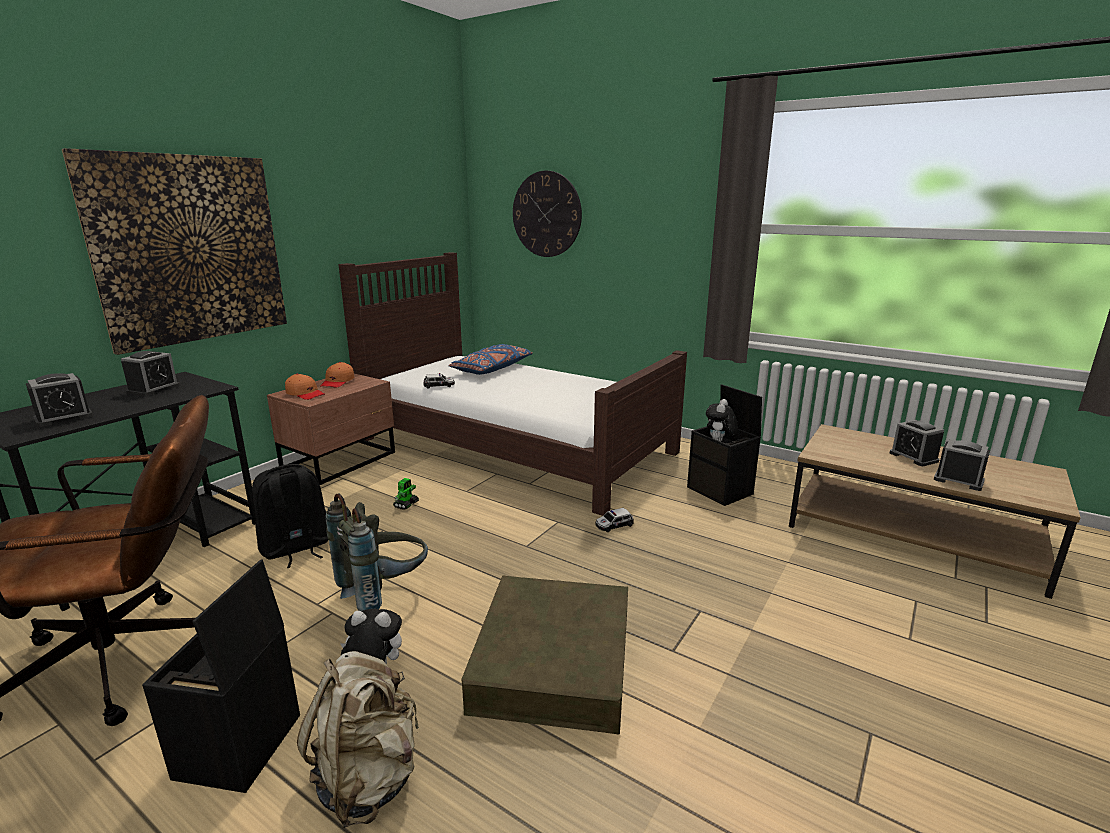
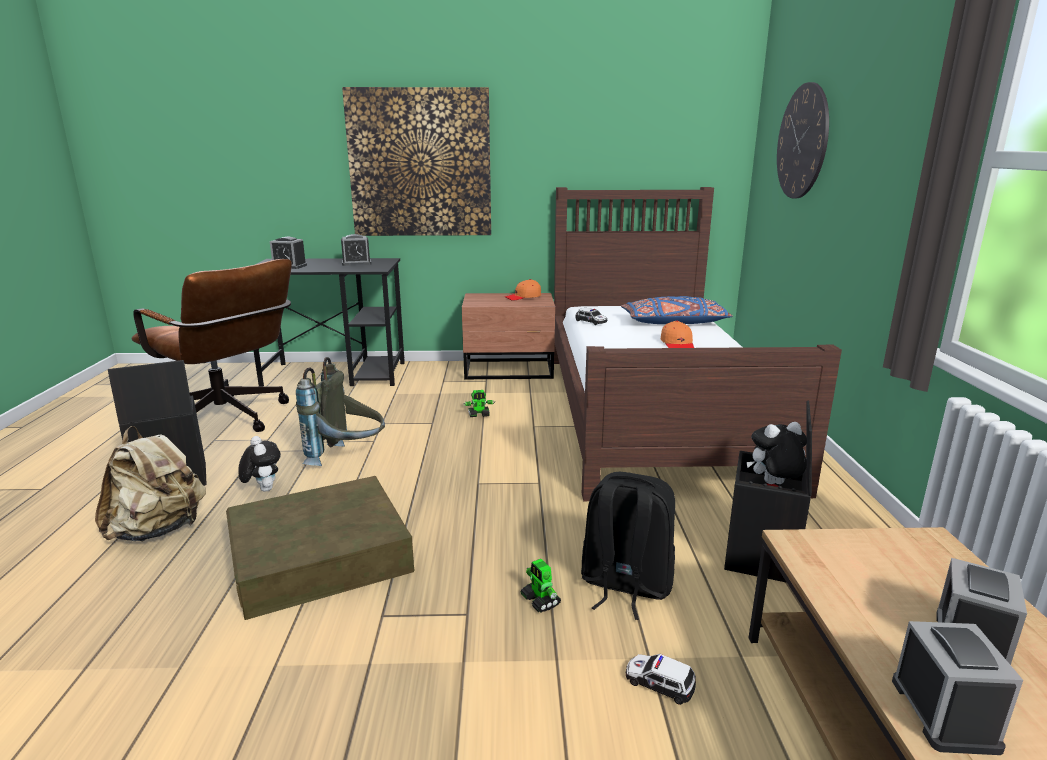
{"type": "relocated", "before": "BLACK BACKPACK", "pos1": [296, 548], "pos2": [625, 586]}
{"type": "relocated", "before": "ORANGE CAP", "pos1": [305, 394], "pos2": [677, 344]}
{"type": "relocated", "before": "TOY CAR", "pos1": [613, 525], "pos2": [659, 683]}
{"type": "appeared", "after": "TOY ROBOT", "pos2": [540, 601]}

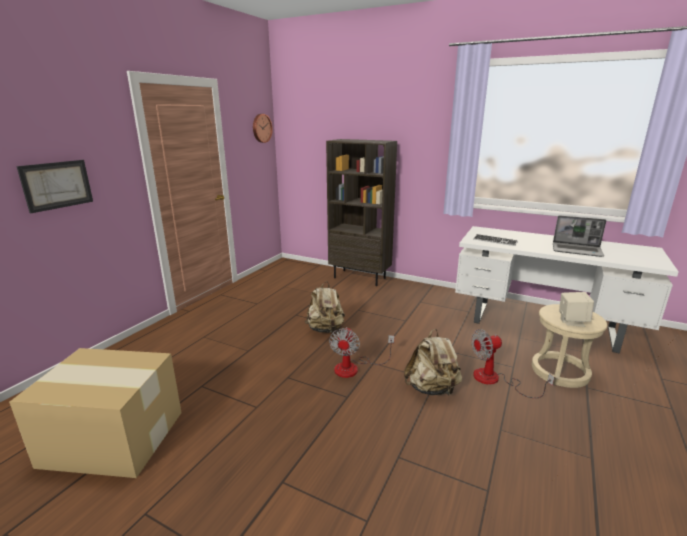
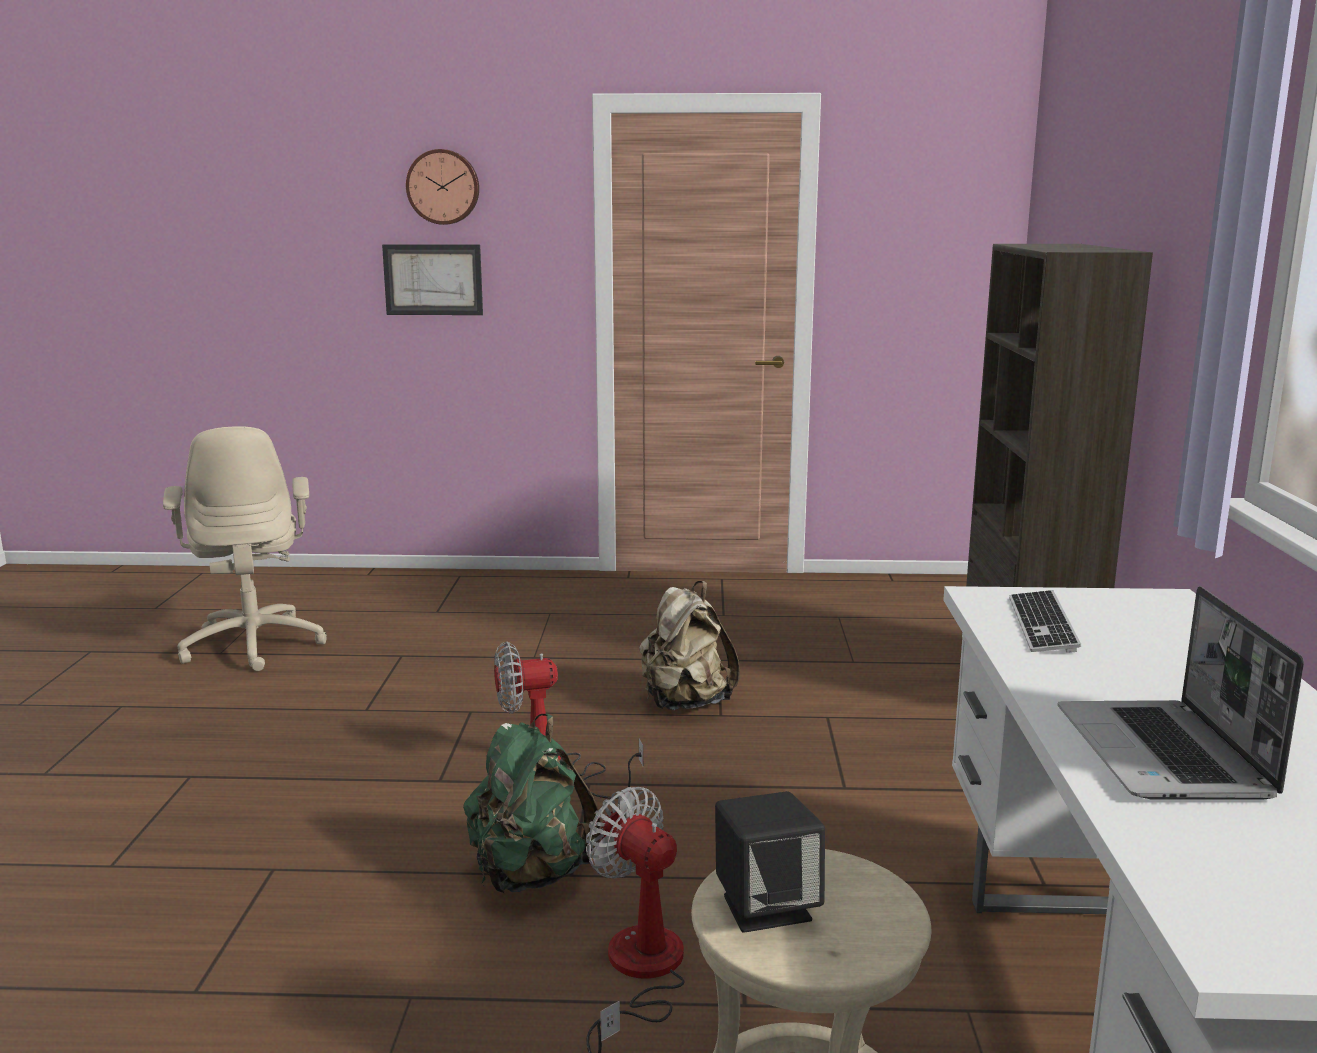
{"type": "exchanged", "before": "CARDBOARD BOX", "after": "BEIGE OFFICE CHAIR", "pos1": [114, 439], "pos2": [254, 644]}
{"type": "relocated", "before": "WALL CLOCK", "pos1": [261, 128], "pos2": [443, 187]}
{"type": "colour", "before": "BEIGE BACKPACK", "after": "GREEN BACKPACK", "pos1": [432, 389], "pos2": [529, 875]}
{"type": "colour", "before": "BEIGE SPEAKER", "after": "BLACK SPEAKER", "pos1": [572, 321], "pos2": [766, 907]}

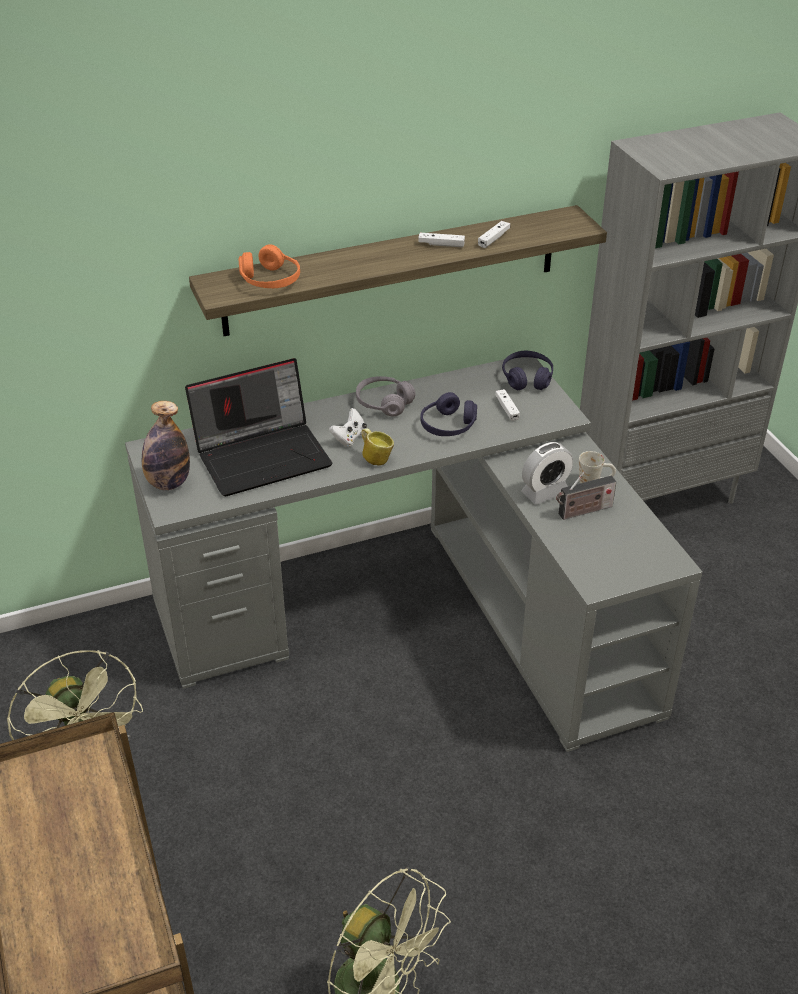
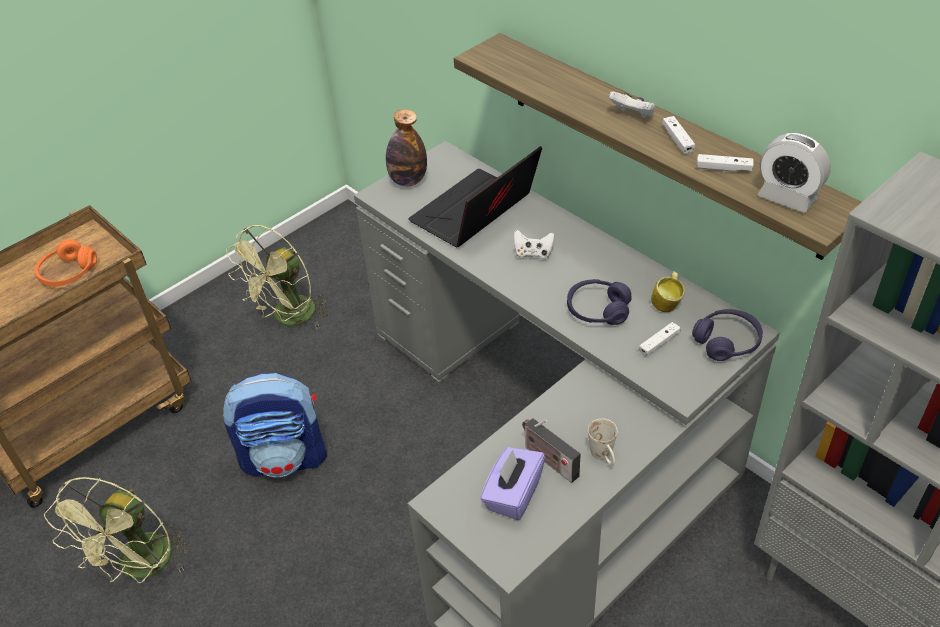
{"type": "spun", "before": "LAPTOP", "pos1": [263, 455], "pos2": [475, 214], "turn": 90}
{"type": "relocated", "before": "ORANGE HEADPHONES", "pos1": [270, 280], "pos2": [68, 273]}
{"type": "missing", "before": "GREY HEADPHONES", "pos1": [384, 403]}
{"type": "relocated", "before": "MUG", "pos1": [376, 458], "pos2": [667, 304]}
{"type": "relocated", "before": "ALARM CLOCK", "pos1": [545, 492], "pos2": [787, 198]}
{"type": "appeared", "after": "BACKPACK", "pos2": [285, 457]}
{"type": "appeared", "after": "PURPLE TISSUE BOX", "pos2": [513, 494]}
{"type": "appeared", "after": "WHITE GAME CONTROLLER", "pos2": [632, 115]}

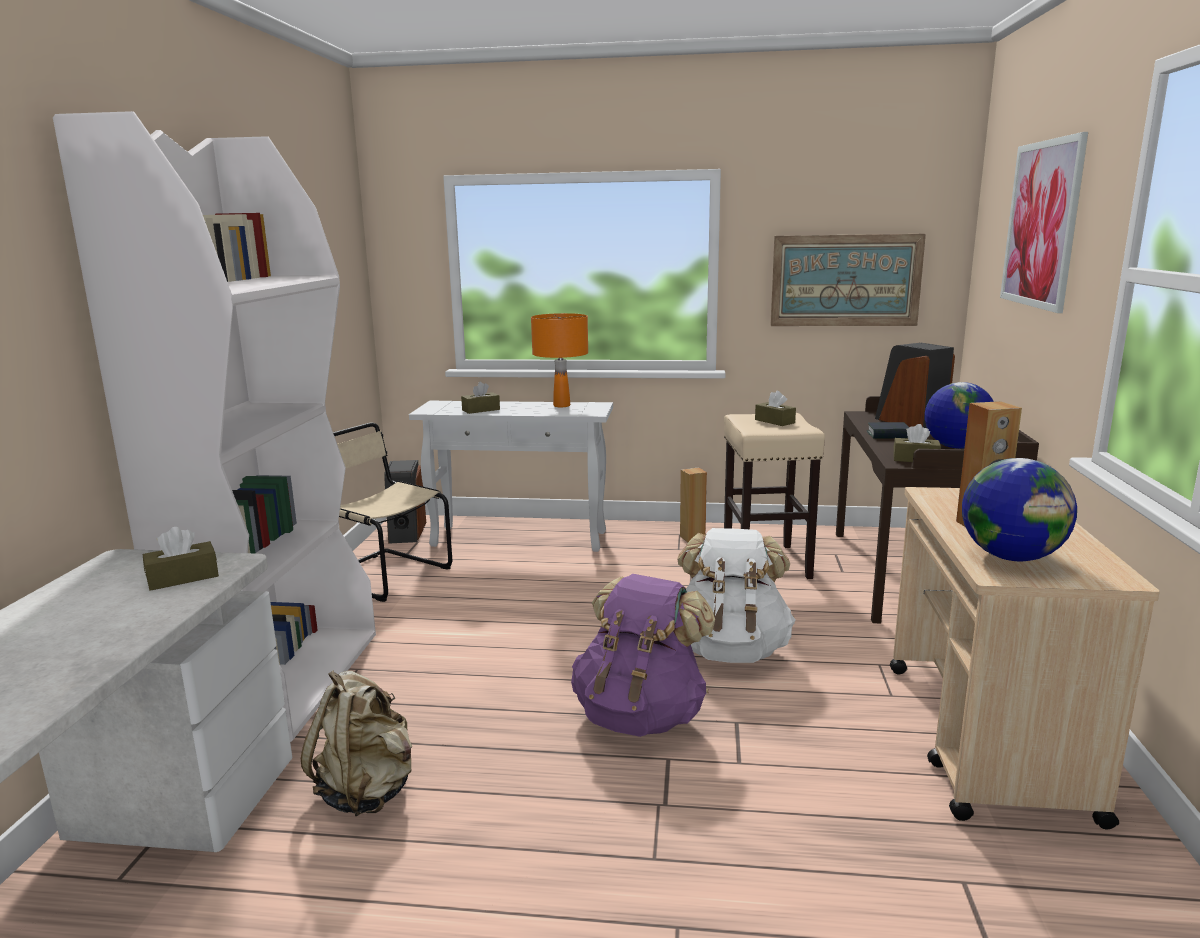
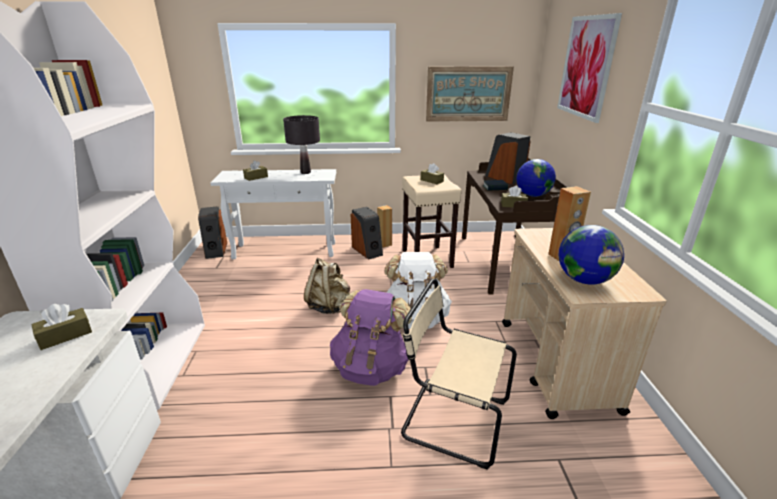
{"type": "relocated", "before": "BEIGE BACKPACK", "pos1": [367, 791], "pos2": [329, 306]}
{"type": "relocated", "before": "BEIGE CHAIR", "pos1": [383, 574], "pos2": [451, 418]}
{"type": "colour", "before": "ORANGE TABLE LAMP", "after": "BLACK TABLE LAMP", "pos1": [562, 405], "pos2": [305, 172]}
{"type": "appeared", "after": "SPEAKER", "pos2": [367, 250]}

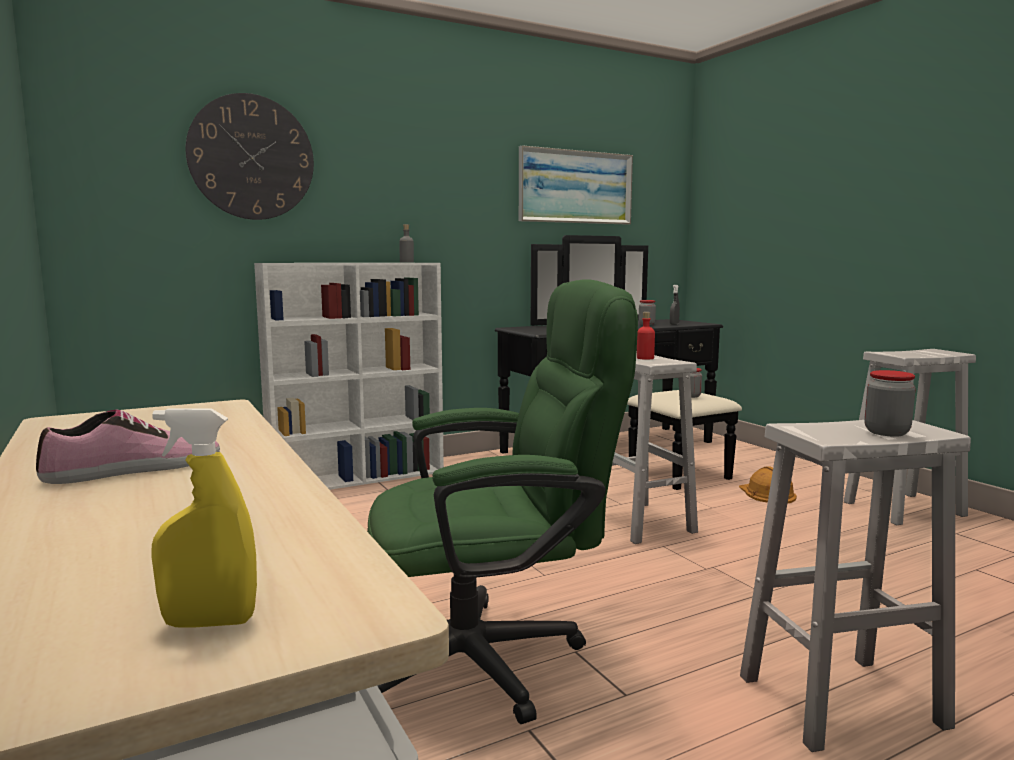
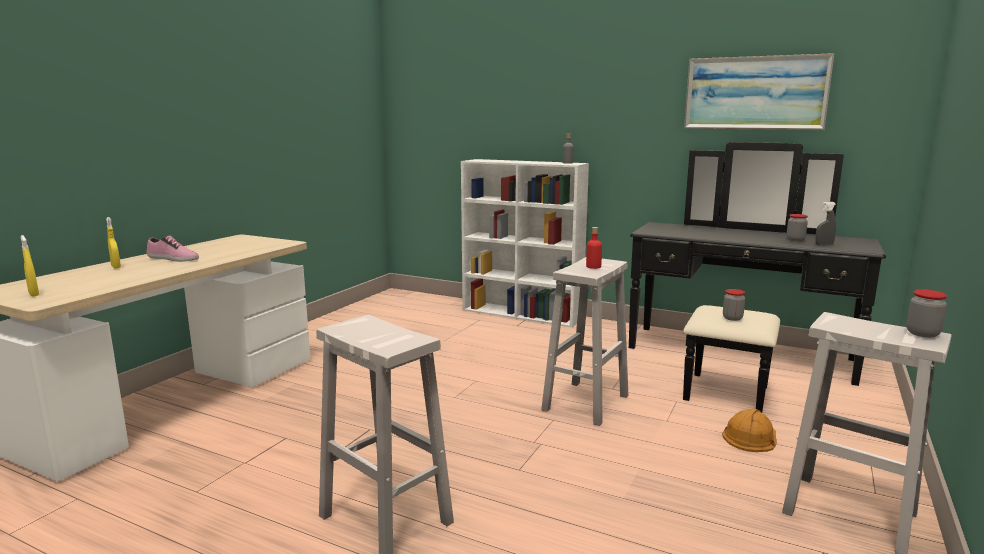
{"type": "missing", "before": "WALL CLOCK", "pos1": [251, 157]}
{"type": "missing", "before": "GREEN OFFICE CHAIR", "pos1": [491, 658]}
{"type": "relocated", "before": "JAR", "pos1": [886, 432], "pos2": [922, 333]}
{"type": "appeared", "after": "YELLOW SPRAY BOTTLE", "pos2": [116, 267]}

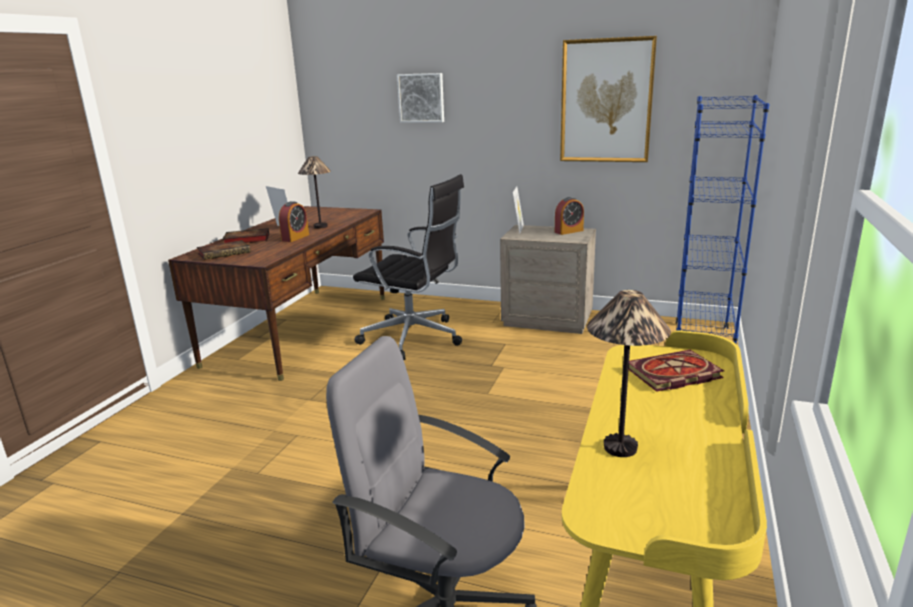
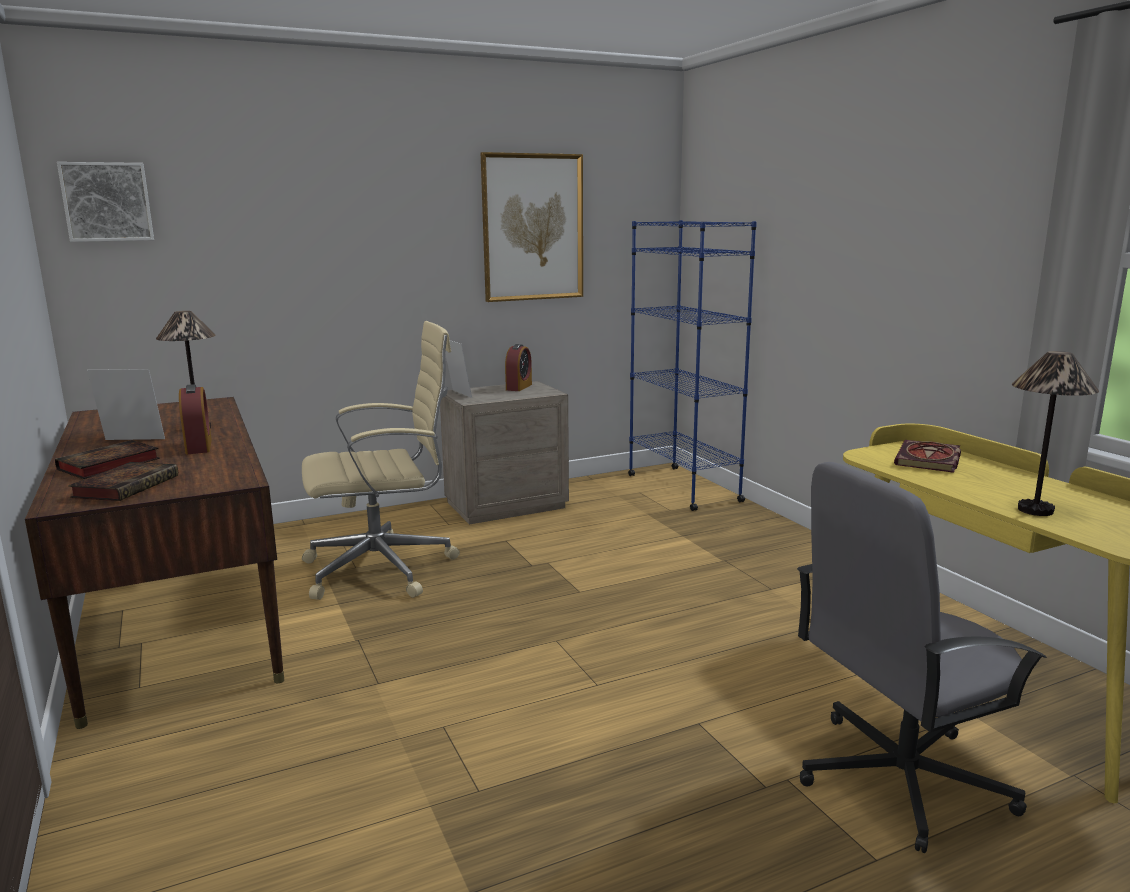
{"type": "colour", "before": "BLACK OFFICE CHAIR", "after": "BEIGE OFFICE CHAIR", "pos1": [414, 338], "pos2": [384, 569]}
{"type": "relocated", "before": "PICTURE", "pos1": [421, 98], "pos2": [107, 202]}

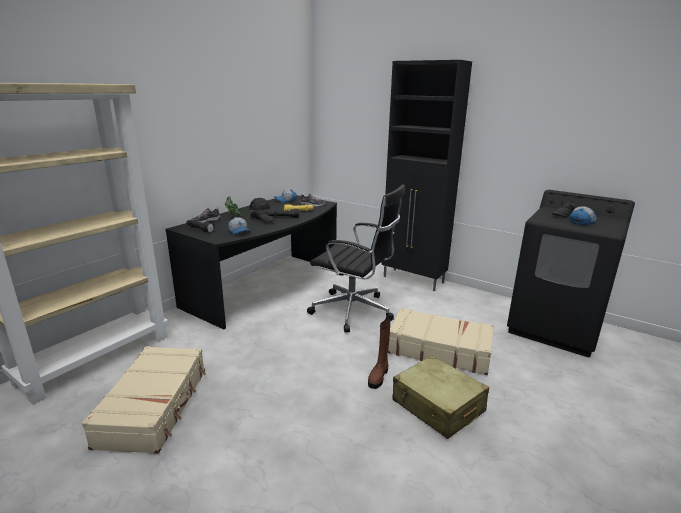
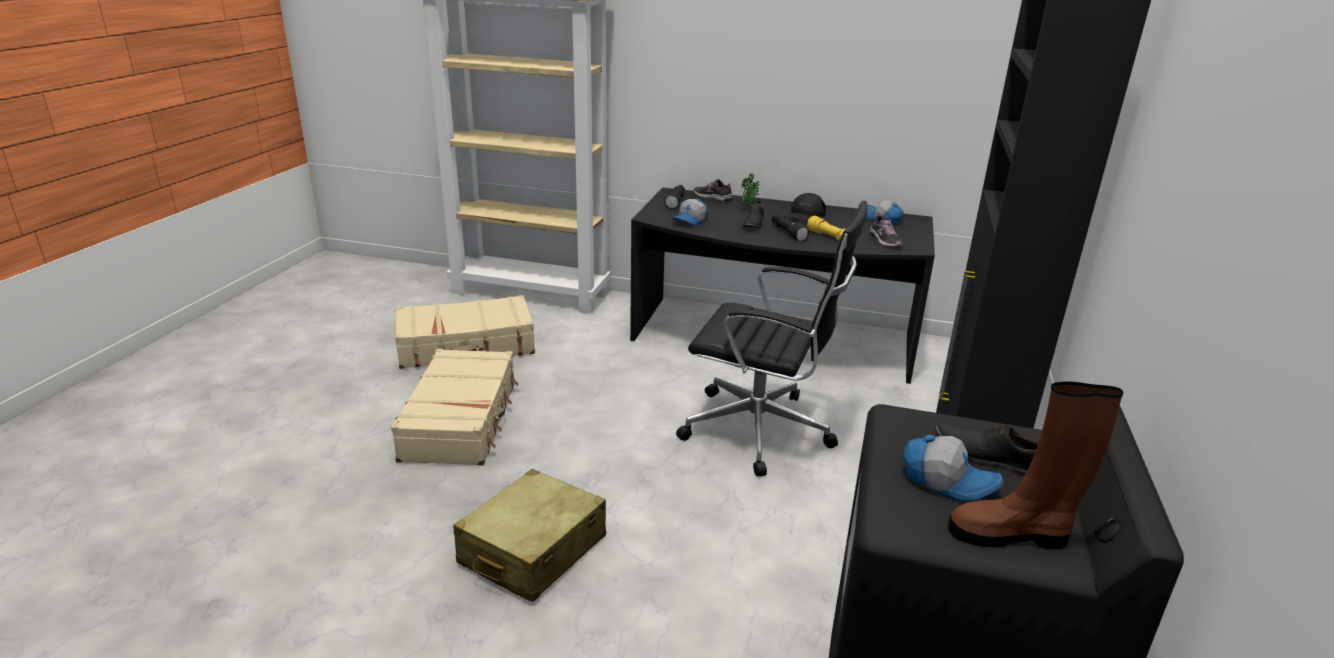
{"type": "spun", "before": "BLACK OFFICE CHAIR", "pos1": [354, 311], "pos2": [761, 431], "turn": -75}
{"type": "relocated", "before": "BROWN BOOT", "pos1": [378, 376], "pos2": [1011, 535]}
{"type": "relocated", "before": "BEIGE SUITCASE", "pos1": [439, 349], "pos2": [462, 420]}

